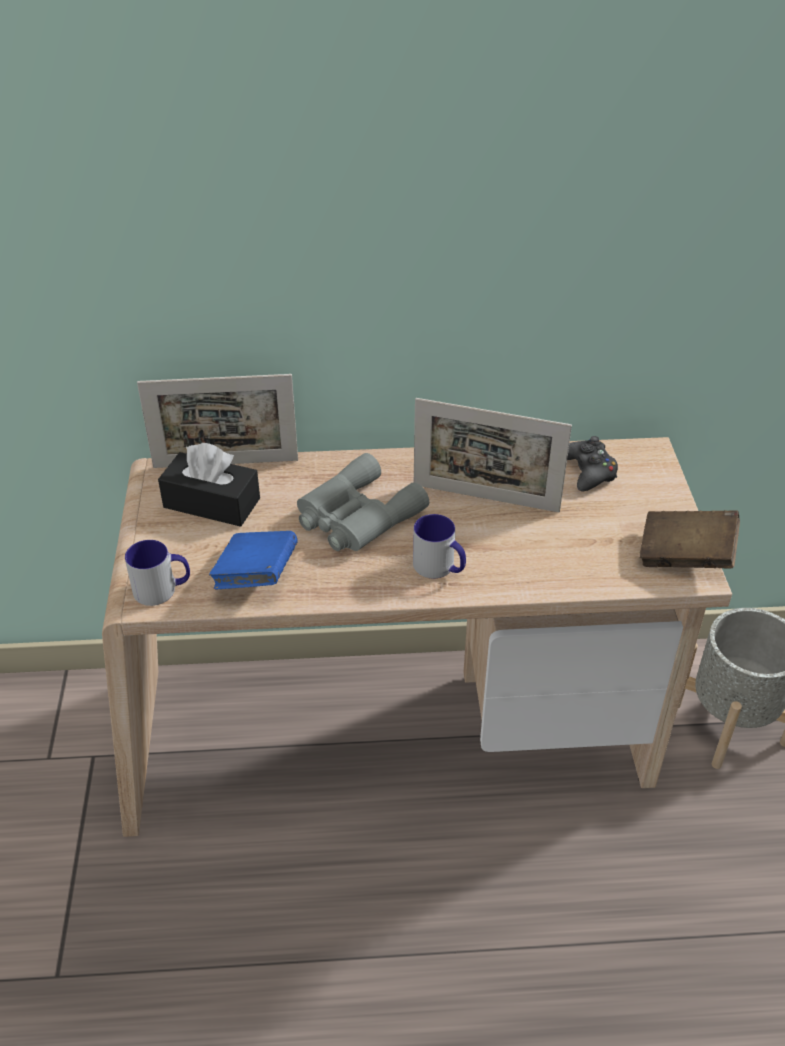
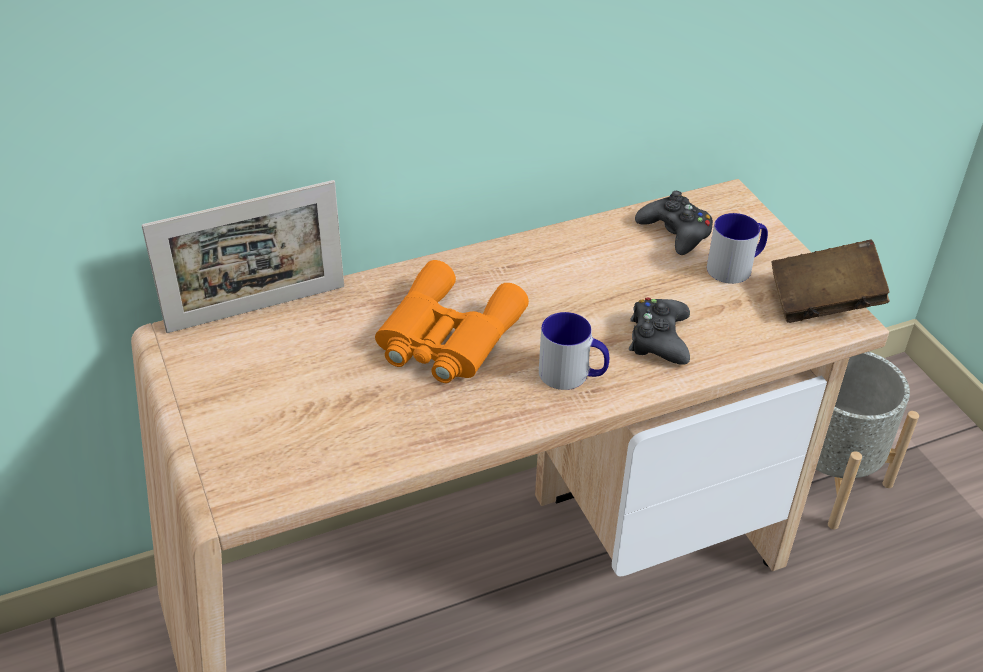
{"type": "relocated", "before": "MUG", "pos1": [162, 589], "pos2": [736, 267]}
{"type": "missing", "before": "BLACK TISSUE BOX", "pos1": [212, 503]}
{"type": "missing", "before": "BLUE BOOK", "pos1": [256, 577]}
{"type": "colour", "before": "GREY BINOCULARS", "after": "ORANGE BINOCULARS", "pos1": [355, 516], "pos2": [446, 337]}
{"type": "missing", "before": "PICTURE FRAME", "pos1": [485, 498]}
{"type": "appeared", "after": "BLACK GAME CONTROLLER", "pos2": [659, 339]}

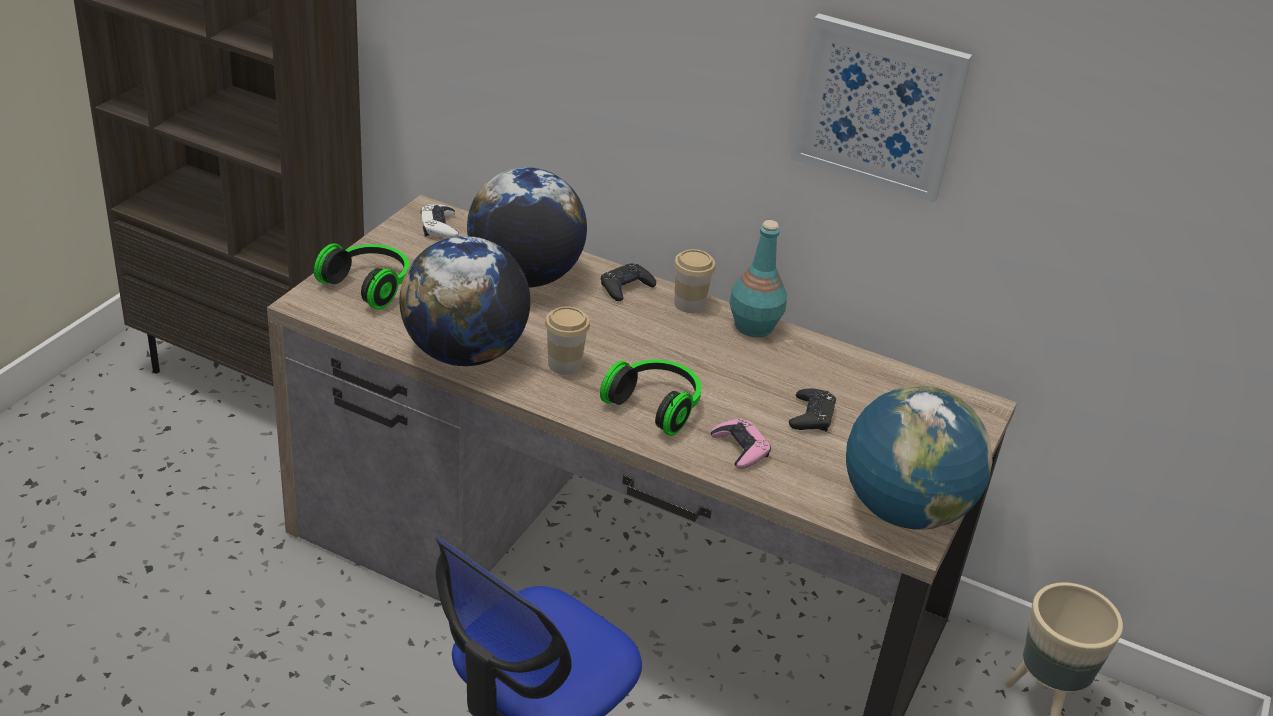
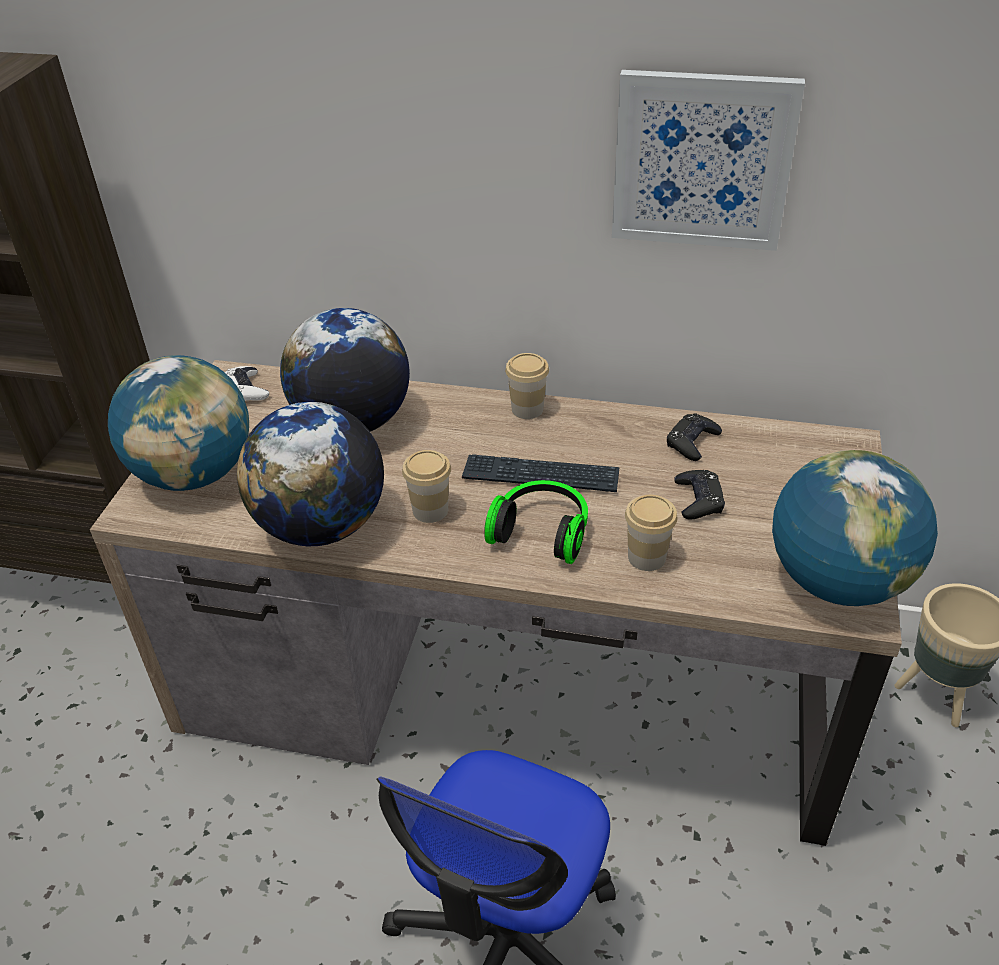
{"type": "exchanged", "before": "HEADPHONES", "after": "GLOBE", "pos1": [370, 285], "pos2": [195, 474]}
{"type": "relocated", "before": "BLACK GAME CONTROLLER", "pos1": [626, 287], "pos2": [692, 442]}
{"type": "exchanged", "before": "PINK GAME CONTROLLER", "after": "CUP", "pos1": [740, 448], "pos2": [646, 557]}
{"type": "missing", "before": "TURQUOISE BOTTLE", "pos1": [753, 326]}
{"type": "appeared", "after": "KEYBOARD", "pos2": [540, 476]}

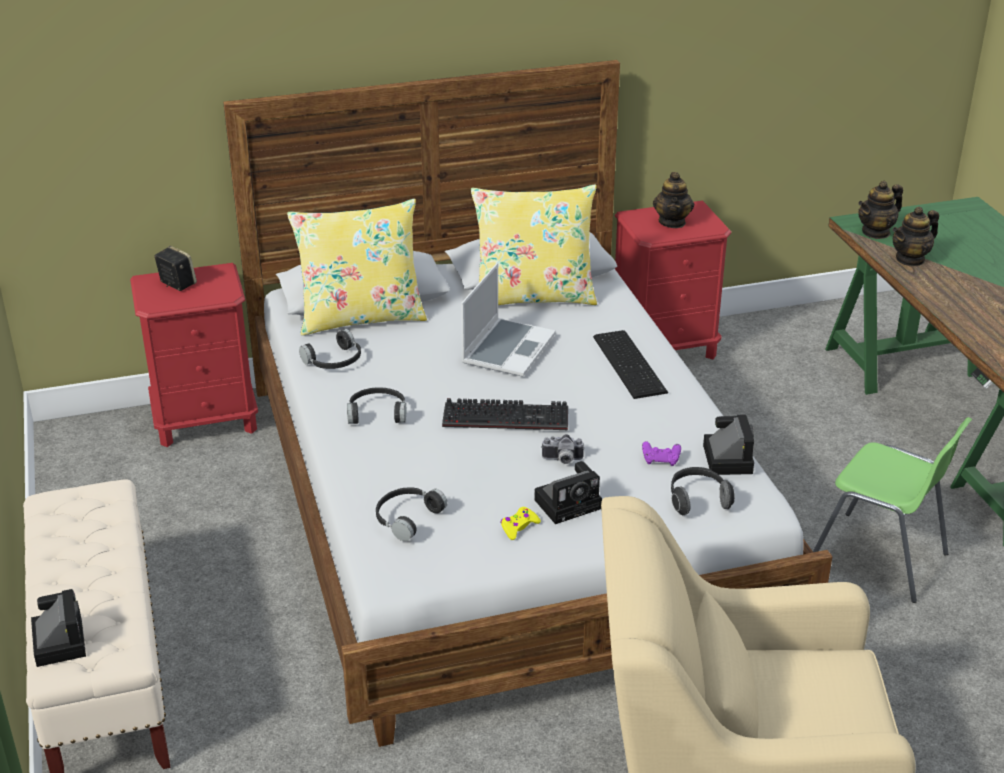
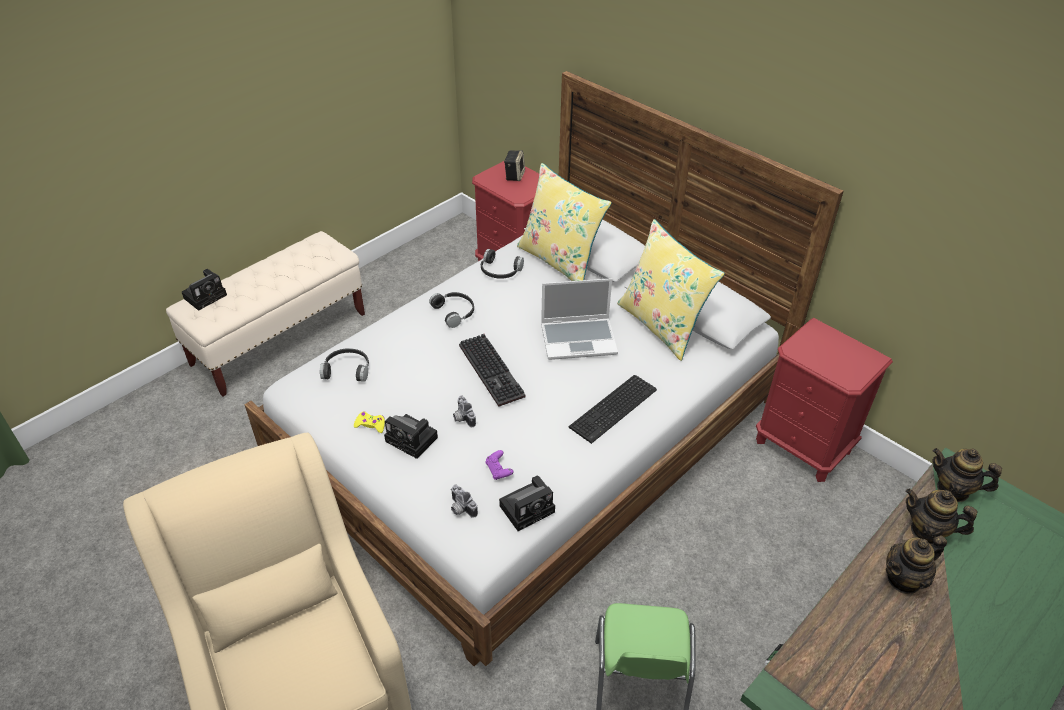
{"type": "relocated", "before": "TEAPOT", "pos1": [672, 222], "pos2": [904, 579]}
{"type": "exchanged", "before": "HEADPHONES", "after": "PHOTO CAMERA", "pos1": [697, 500], "pos2": [460, 508]}

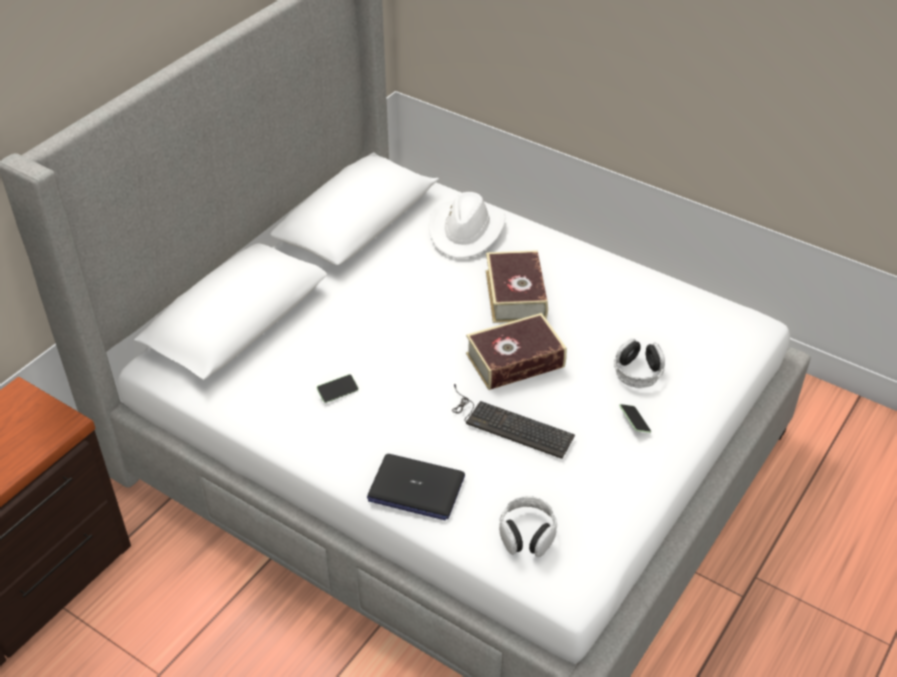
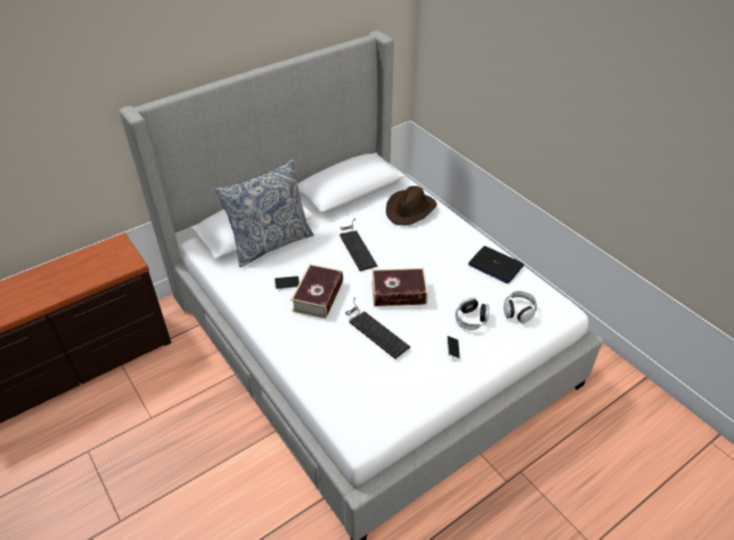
{"type": "relocated", "before": "LAPTOP", "pos1": [415, 488], "pos2": [495, 265]}
{"type": "colour", "before": "WHITE HAT", "after": "BROWN HAT", "pos1": [466, 231], "pos2": [410, 210]}
{"type": "relocated", "before": "BOOK", "pos1": [515, 295], "pos2": [318, 296]}
{"type": "relocated", "before": "HEADPHONES", "pos1": [527, 534], "pos2": [518, 311]}
{"type": "appeared", "after": "PILLOW", "pos2": [270, 243]}
{"type": "appeared", "after": "KEYBOARD", "pos2": [356, 245]}

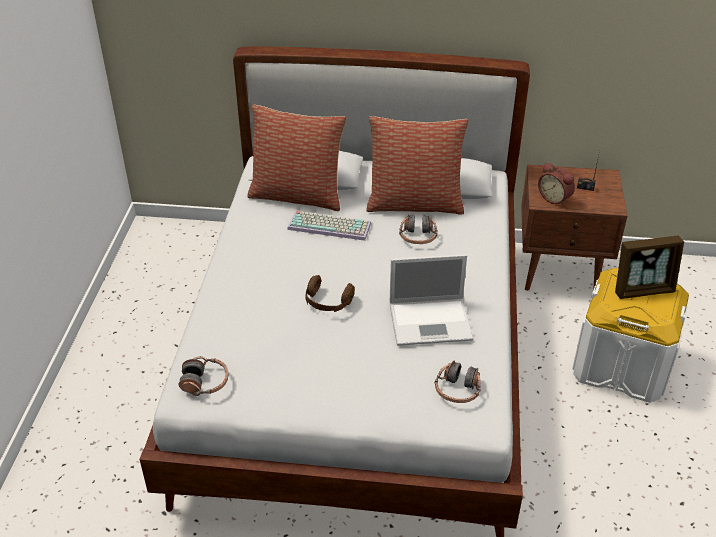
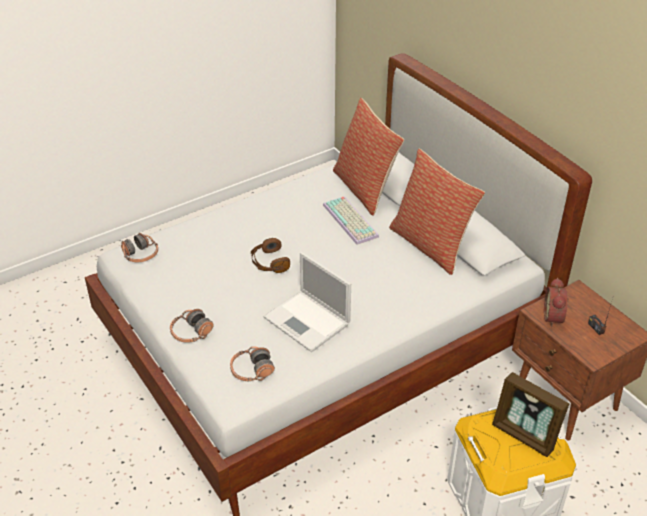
{"type": "relocated", "before": "HEADPHONES", "pos1": [418, 237], "pos2": [191, 333]}

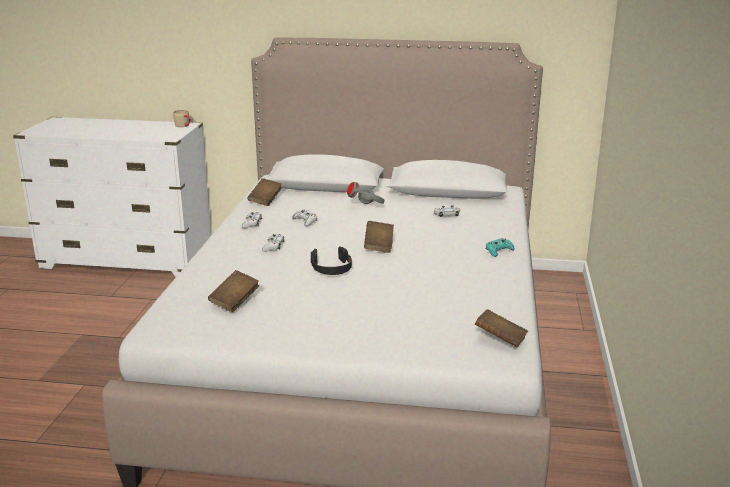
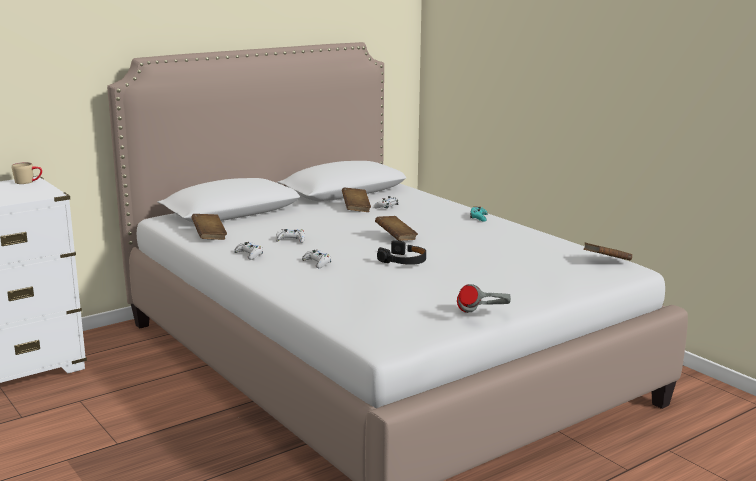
{"type": "relocated", "before": "BROWN BOOK", "pos1": [234, 301], "pos2": [356, 208]}
{"type": "relocated", "before": "GREY HEADPHONES", "pos1": [367, 208], "pos2": [483, 316]}

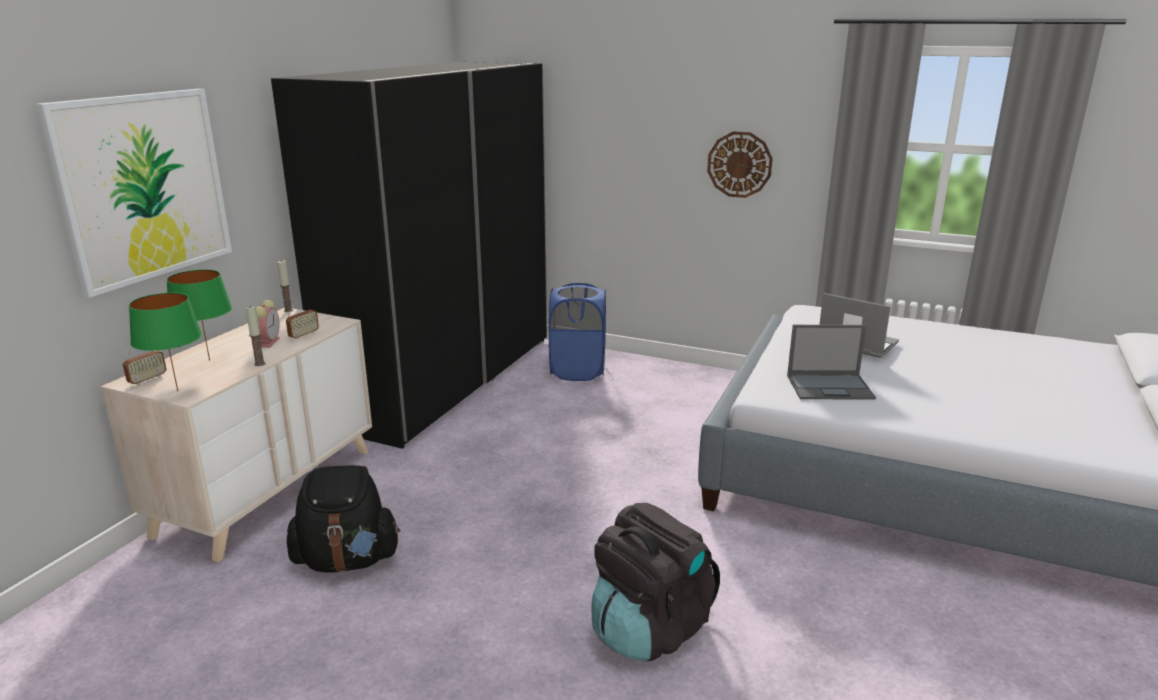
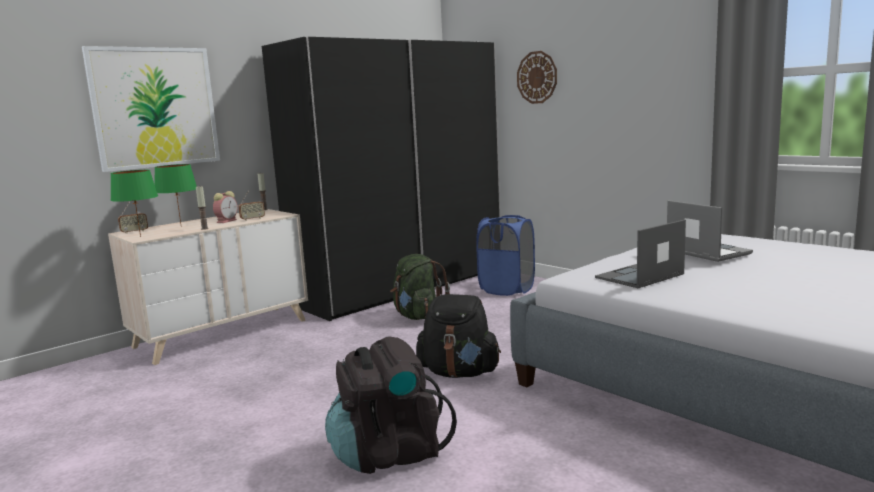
{"type": "relocated", "before": "BLACK BACKPACK", "pos1": [347, 560], "pos2": [459, 373]}
{"type": "relocated", "before": "WALL CLOCK", "pos1": [739, 164], "pos2": [537, 77]}
{"type": "spun", "before": "LAPTOP", "pos1": [830, 387], "pos2": [639, 276], "turn": 120}
{"type": "appeared", "after": "GREEN BACKPACK", "pos2": [418, 316]}

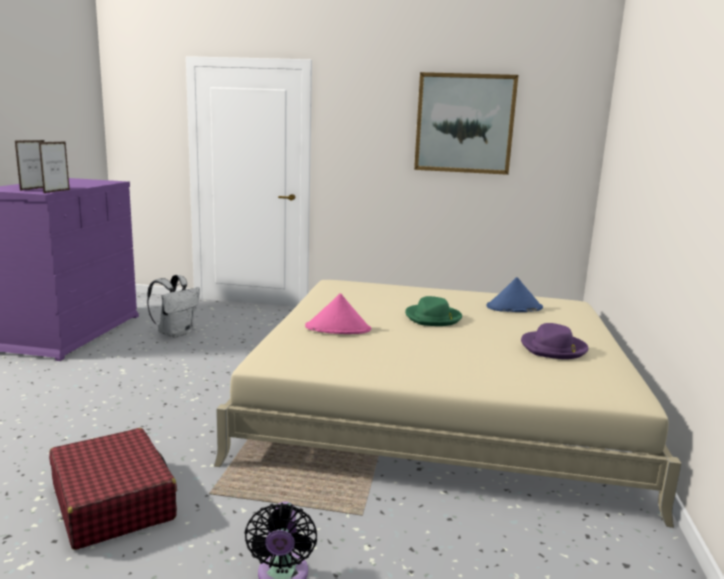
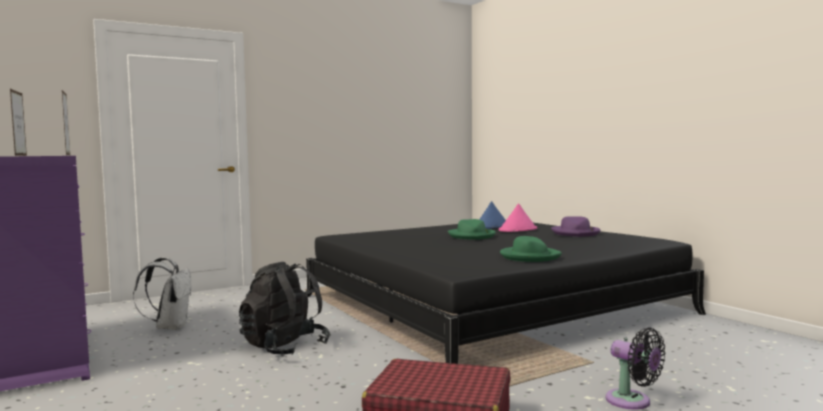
{"type": "colour", "before": "BEIGE BED", "after": "BLACK BED", "pos1": [440, 401], "pos2": [489, 304]}
{"type": "relocated", "before": "PINK HAT", "pos1": [338, 328], "pos2": [518, 230]}
{"type": "missing", "before": "PICTURE", "pos1": [464, 123]}
{"type": "appeared", "after": "BLACK BACKPACK", "pos2": [284, 348]}
{"type": "appeared", "after": "GREEN HAT", "pos2": [529, 257]}

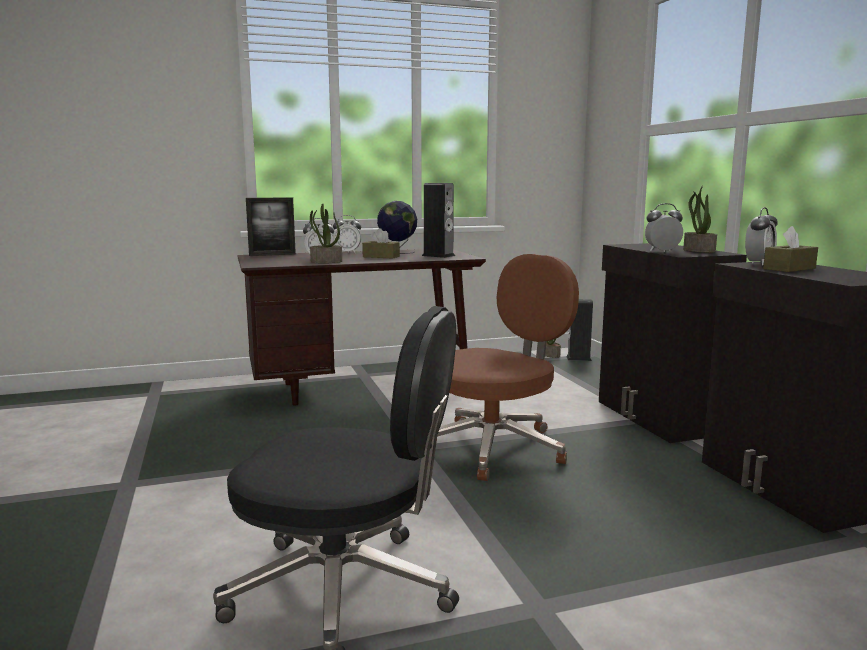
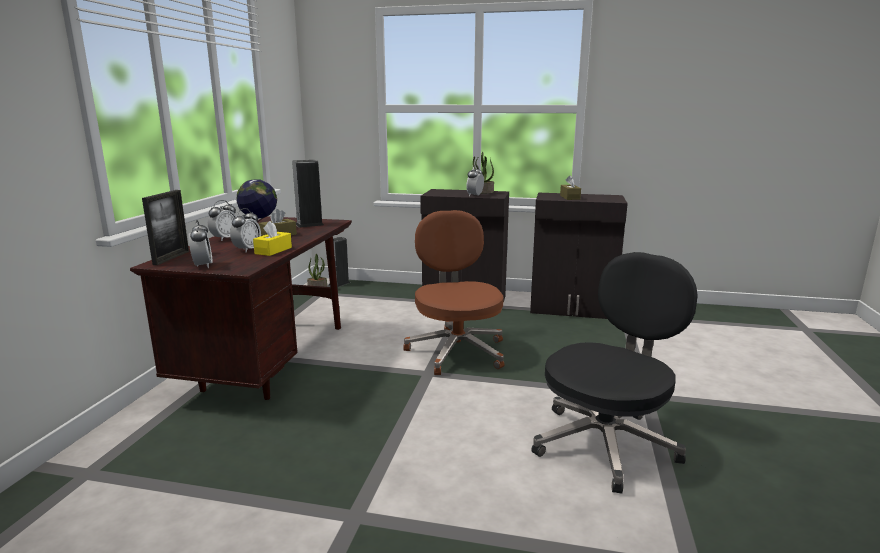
{"type": "exchanged", "before": "POTTED PLANT", "after": "YELLOW TISSUE BOX", "pos1": [326, 262], "pos2": [273, 250]}
{"type": "relocated", "before": "ALARM CLOCK", "pos1": [758, 263], "pos2": [202, 266]}

